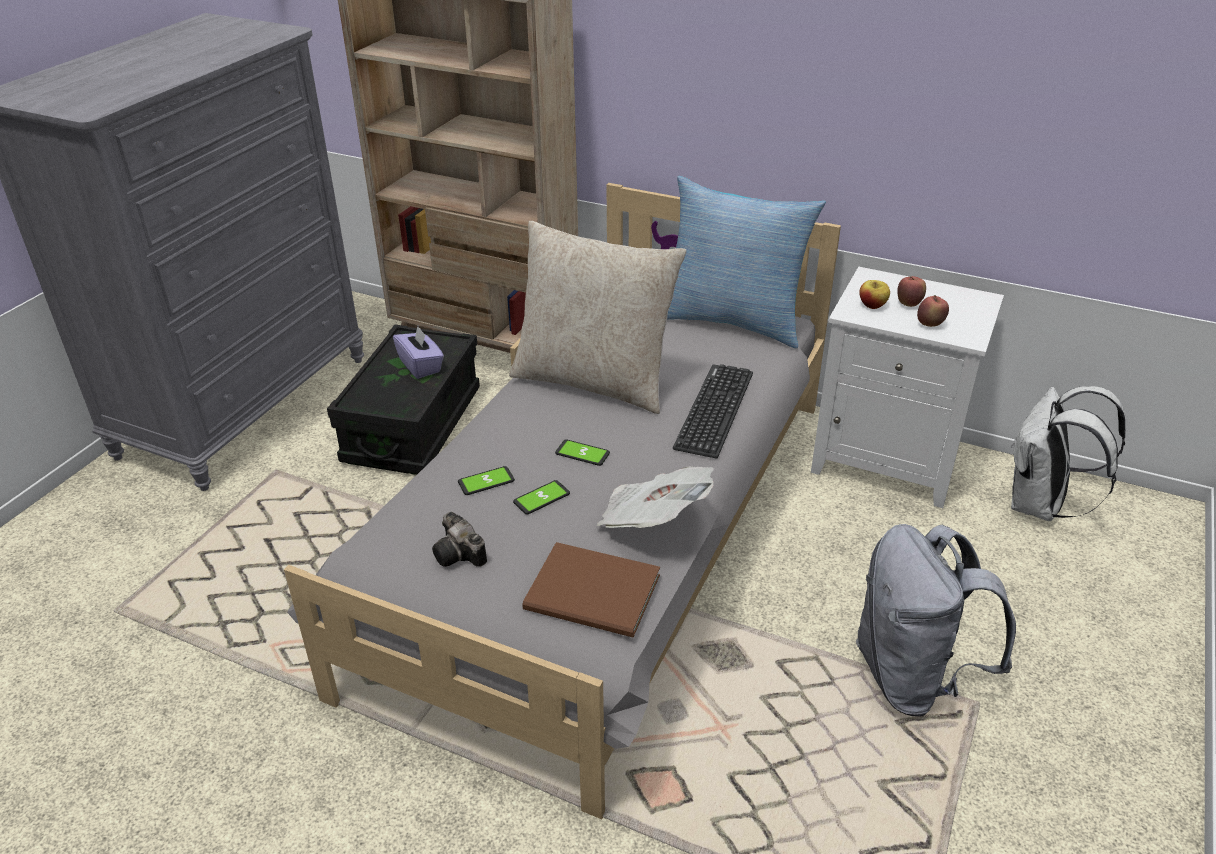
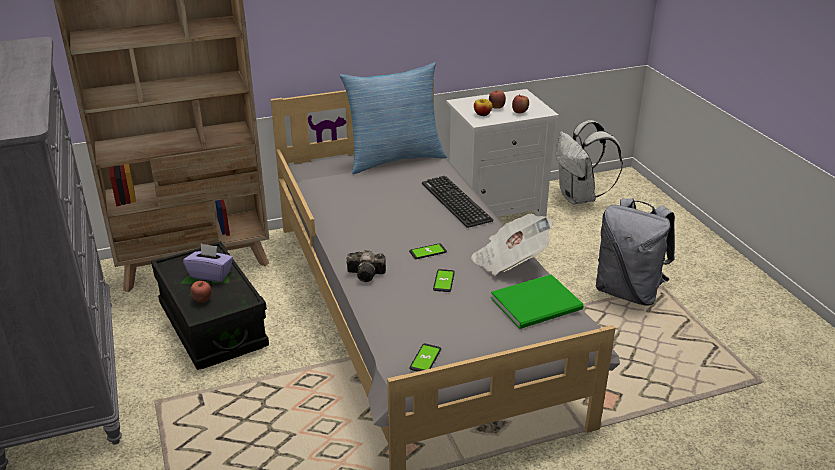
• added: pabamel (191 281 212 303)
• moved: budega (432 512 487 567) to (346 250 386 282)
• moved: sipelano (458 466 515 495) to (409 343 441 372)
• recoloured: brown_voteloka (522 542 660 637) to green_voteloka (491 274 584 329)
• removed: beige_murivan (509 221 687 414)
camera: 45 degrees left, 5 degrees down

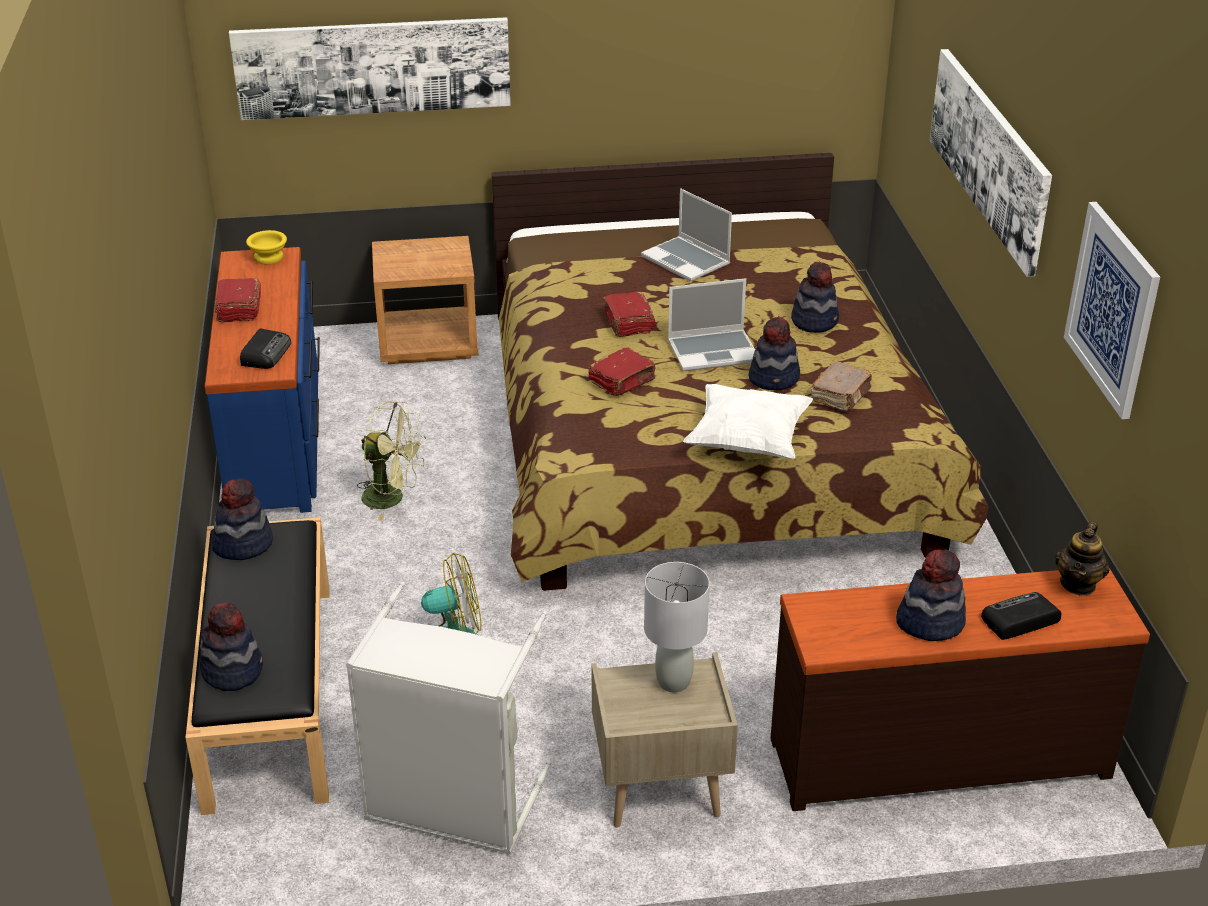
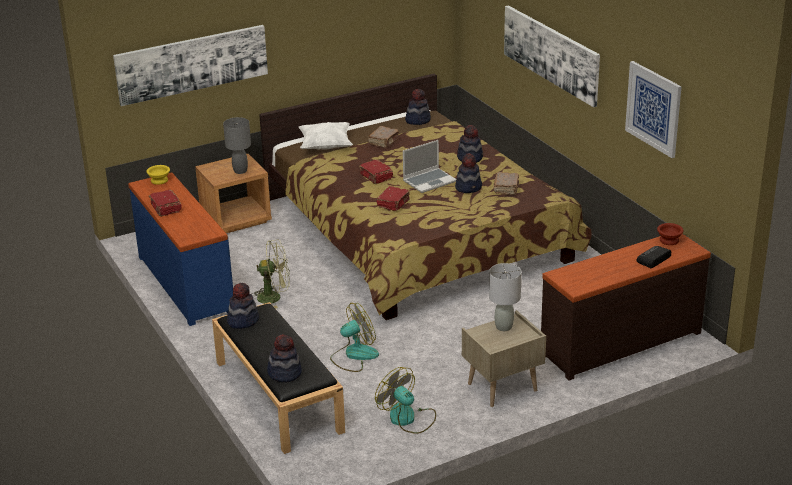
• added: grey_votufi (223 117 251 174)
• moved: white_murivan (683 384 813 460) to (299 122 353 150)
• replaced: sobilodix (641 188 732 281) to brown_voteloka (368 126 399 148)
• replaced: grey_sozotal (346 582 551 855) to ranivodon (375 367 436 434)
• moved: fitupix (896 549 966 641) to (405 89 431 125)
• replaced: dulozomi (1055 521 1109 596) to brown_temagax (657 223 684 245)
• removed: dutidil (240 328 291 369)
camera: 20 degrees left, 5 degrees down

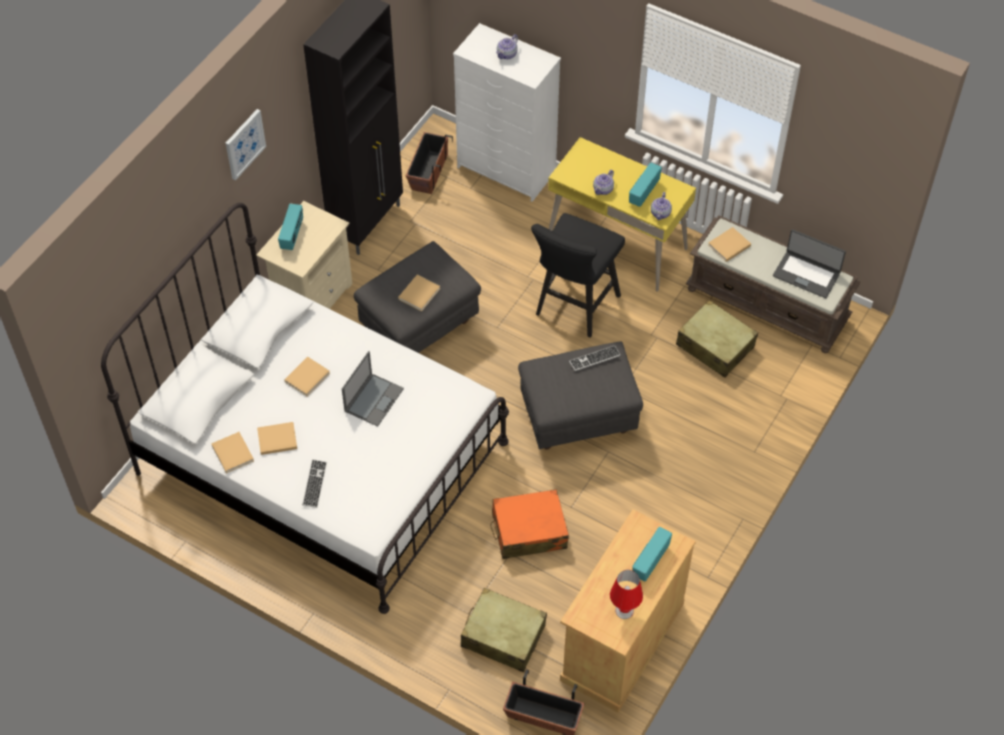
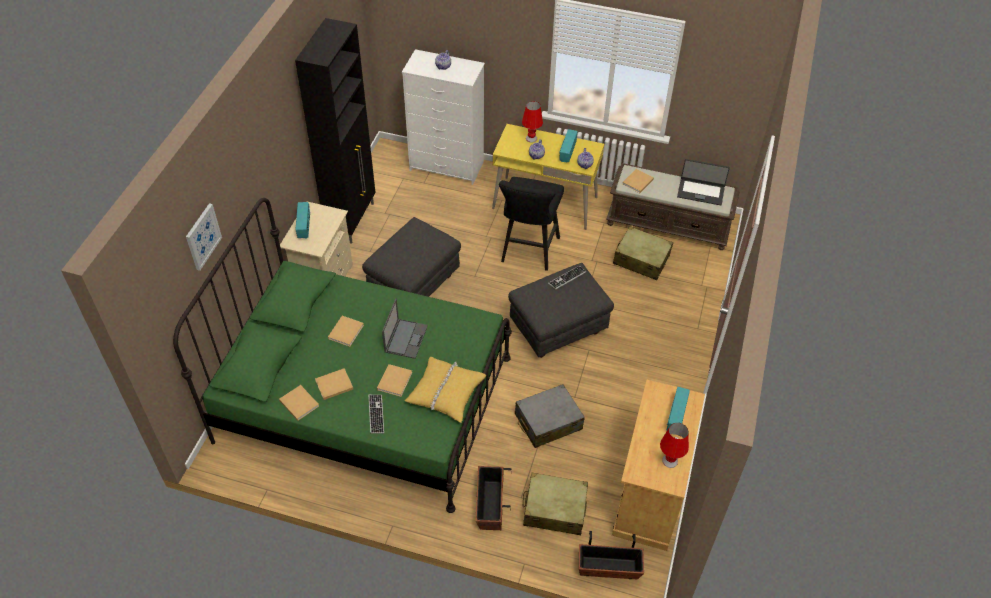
• recoloured: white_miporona (101 203 509 614) to green_miporona (173 198 512 513)
• moved: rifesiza (226 109 266 180) to (186 203 222 271)
• moved: beige_voteloka (398 275 440 311) to (377 364 412 397)
• added: yellow_murivan (404 357 486 423)
• moved: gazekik (406 132 453 194) to (475 466 511 530)
• recoloured: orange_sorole (490 489 569 559) to grey_sorole (515 384 585 448)
• added: red_votufi (522 101 543 143)
camera: 15 degrees left, 5 degrees down

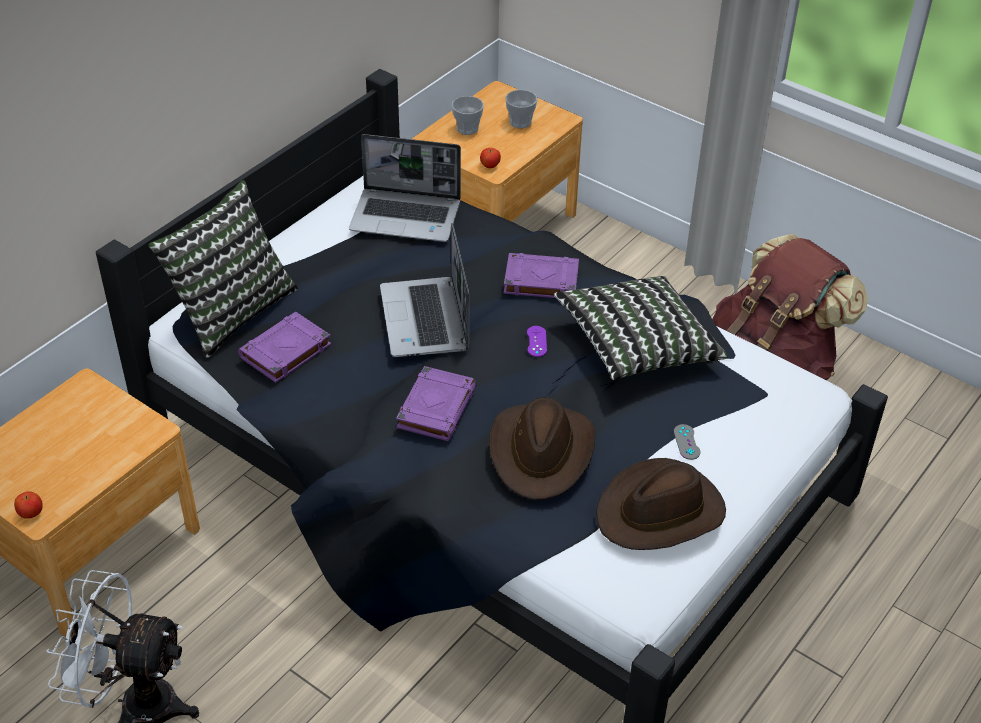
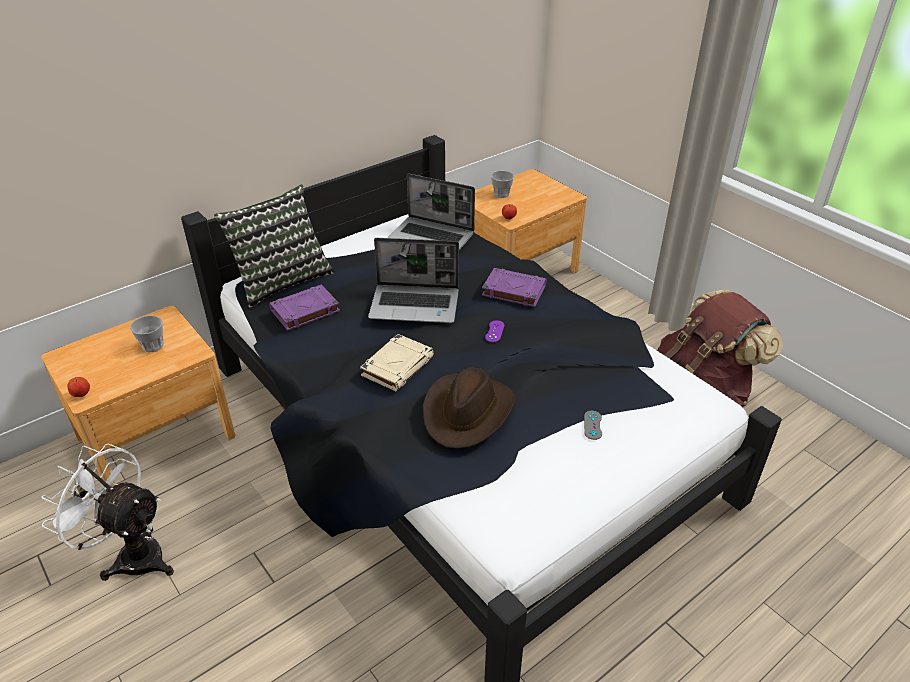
• moved: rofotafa (505 90 537 128) to (130 315 164 352)
• recoloured: purple_voteloka (396 366 477 441) to beige_voteloka (360 334 434 391)
• turned: sobilodix (380 223 469 357) = (368 238 459 323) 90 degrees counterclockwise
• removed: murivan (554 276 728 380)
• removed: brown_fitupix (596 458 726 550)
camera: 15 degrees right, 5 degrees down

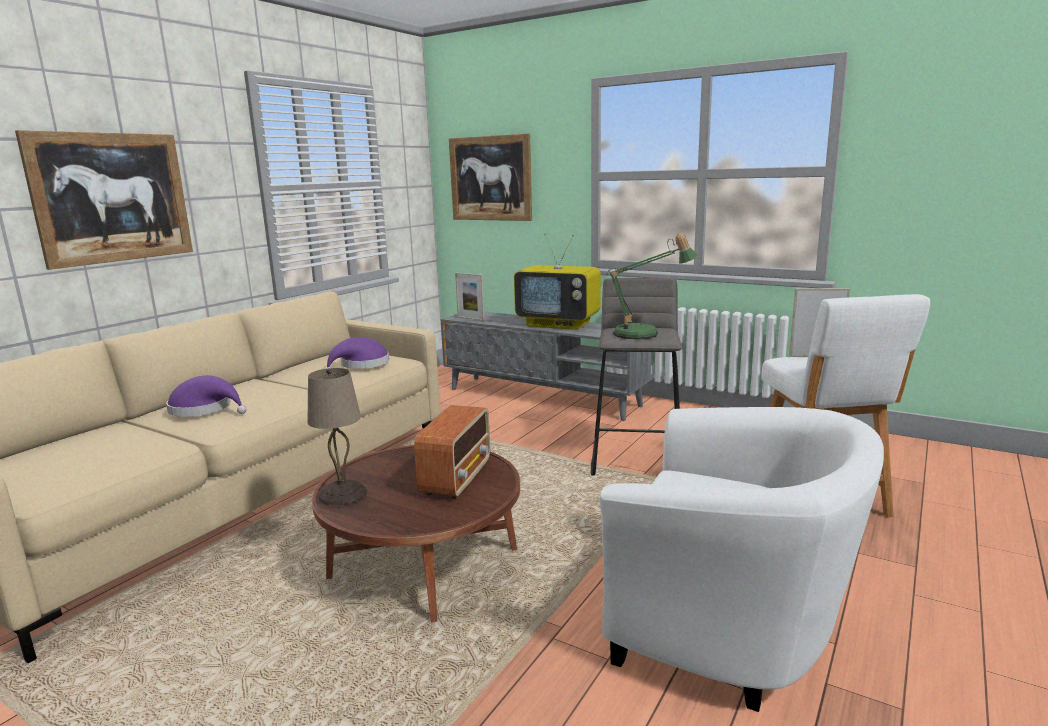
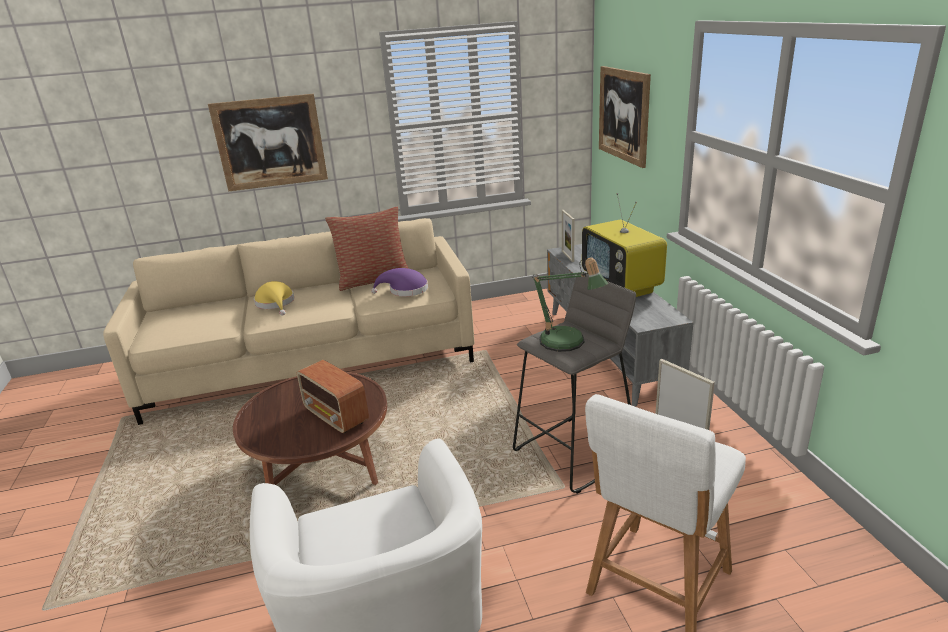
• recoloured: purple_fitupix (166 375 247 417) to yellow_fitupix (254 281 294 316)
• turned: dutidil (414 405 490 498) = (297 360 369 434) 75 degrees clockwise
• added: murivan (325 207 409 291)
• removed: beige_votufi (308 368 367 506)
camera: 45 degrees right, 10 degrees up

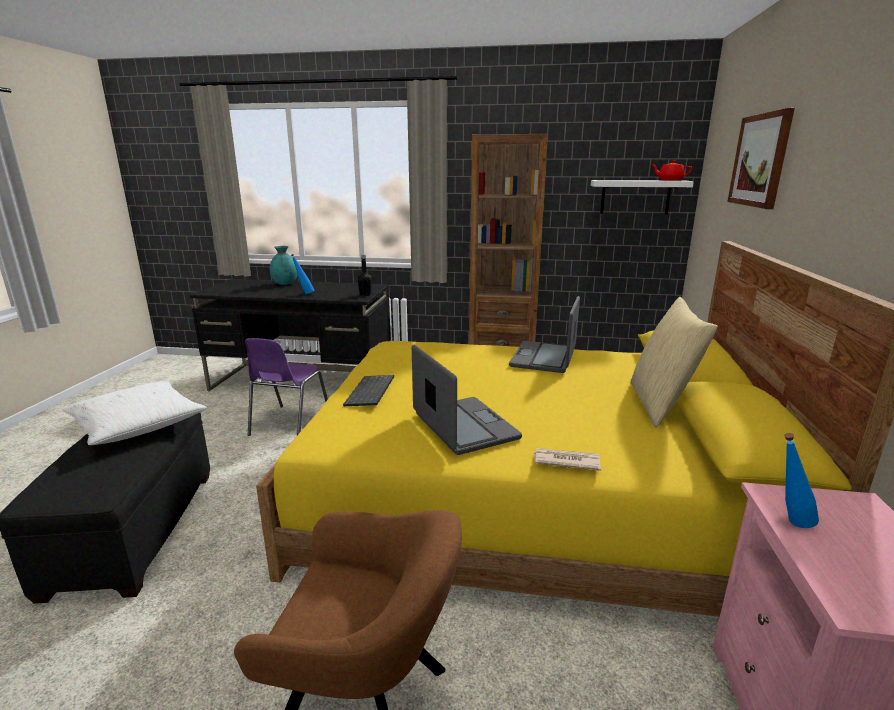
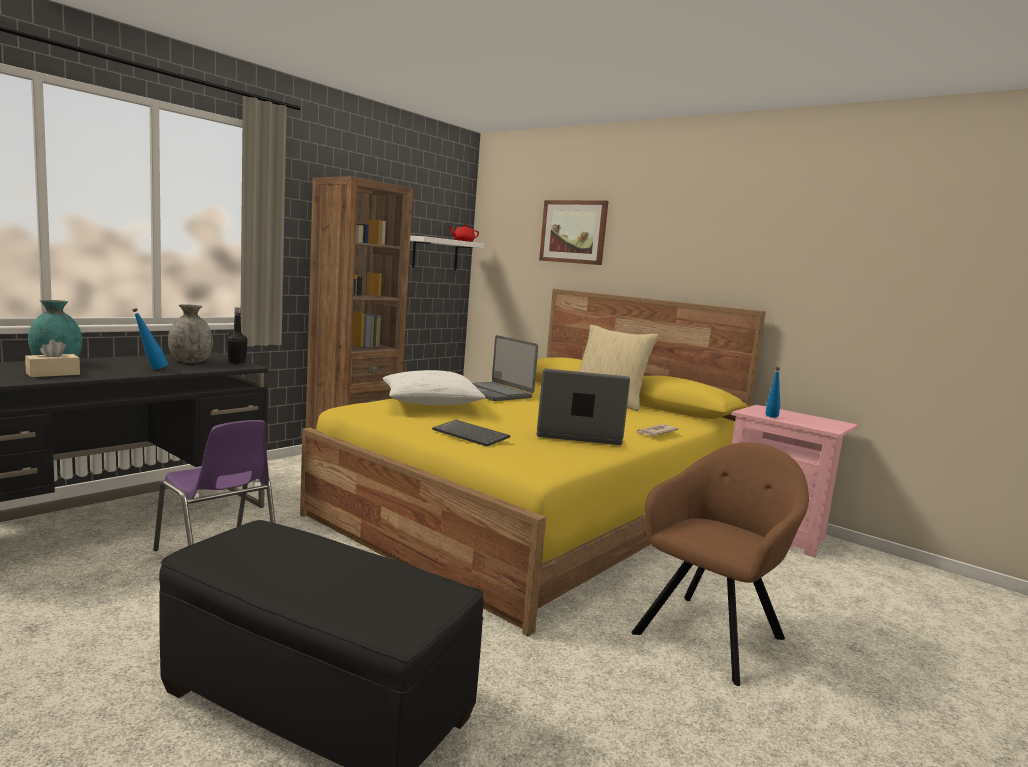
• added: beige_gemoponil (25 339 80 377)
• added: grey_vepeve (168 304 213 363)
• moved: white_murivan (63 381 207 445) to (383 370 486 405)
camera: 60 degrees left, 10 degrees down

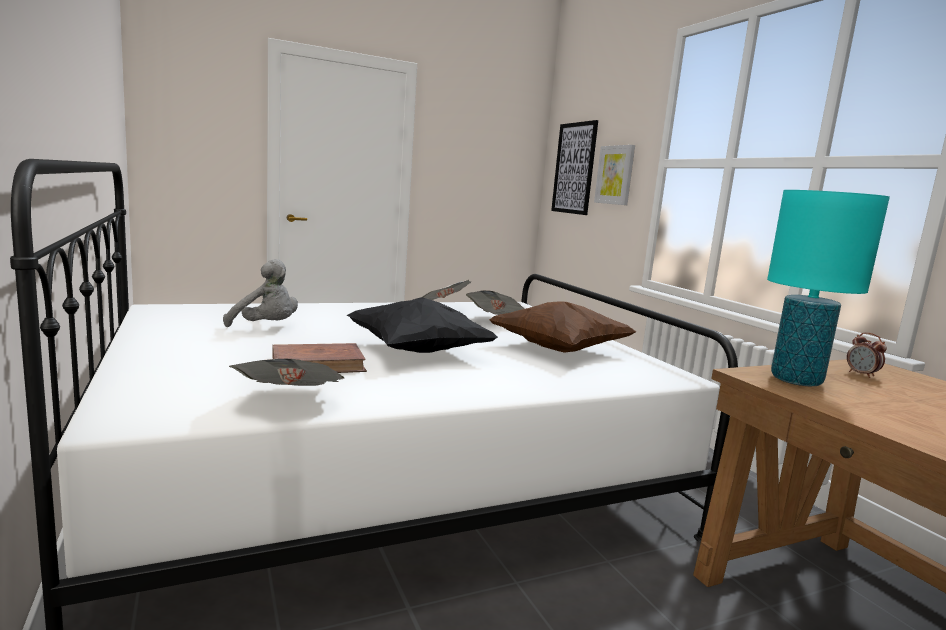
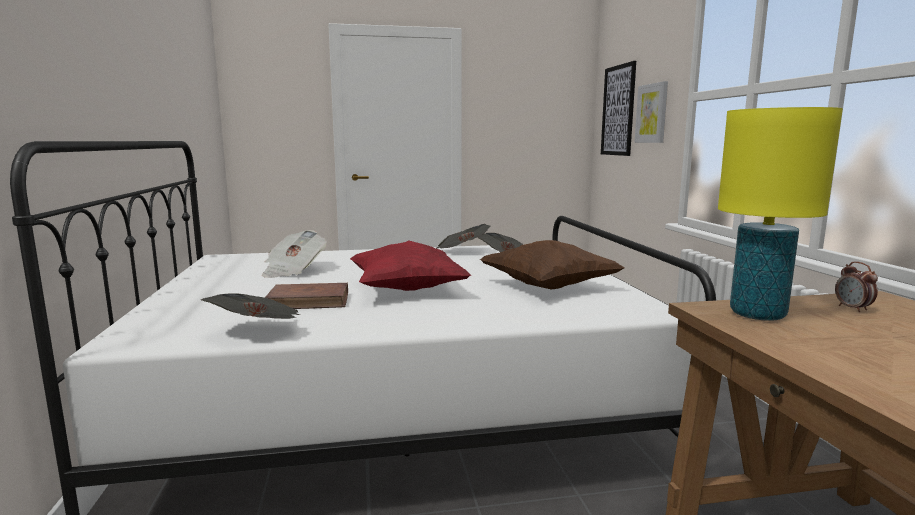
• replaced: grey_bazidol (223 259 298 327) to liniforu (262 230 327 278)
• recoloured: black_murivan (347 297 498 353) to red_murivan (350 240 471 291)
• recoloured: turquoise_votufi (767 190 890 386) to yellow_votufi (718 107 843 321)
camera: 15 degrees right, 0 degrees up

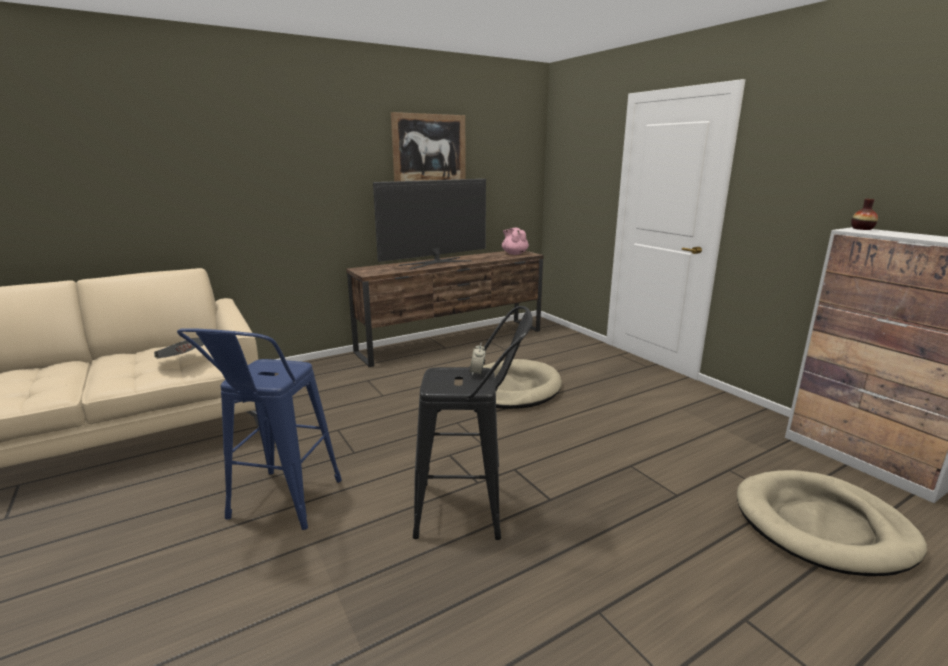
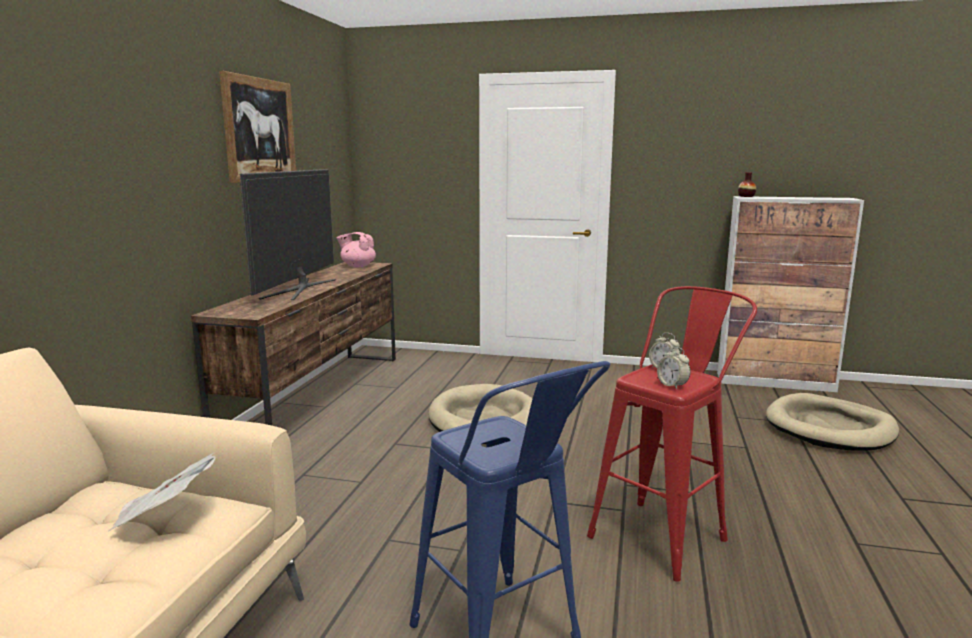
• recoloured: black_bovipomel (413 306 533 540) to red_bovipomel (587 286 757 582)
• added: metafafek (657 347 690 389)
camera: 45 degrees left, 5 degrees down

